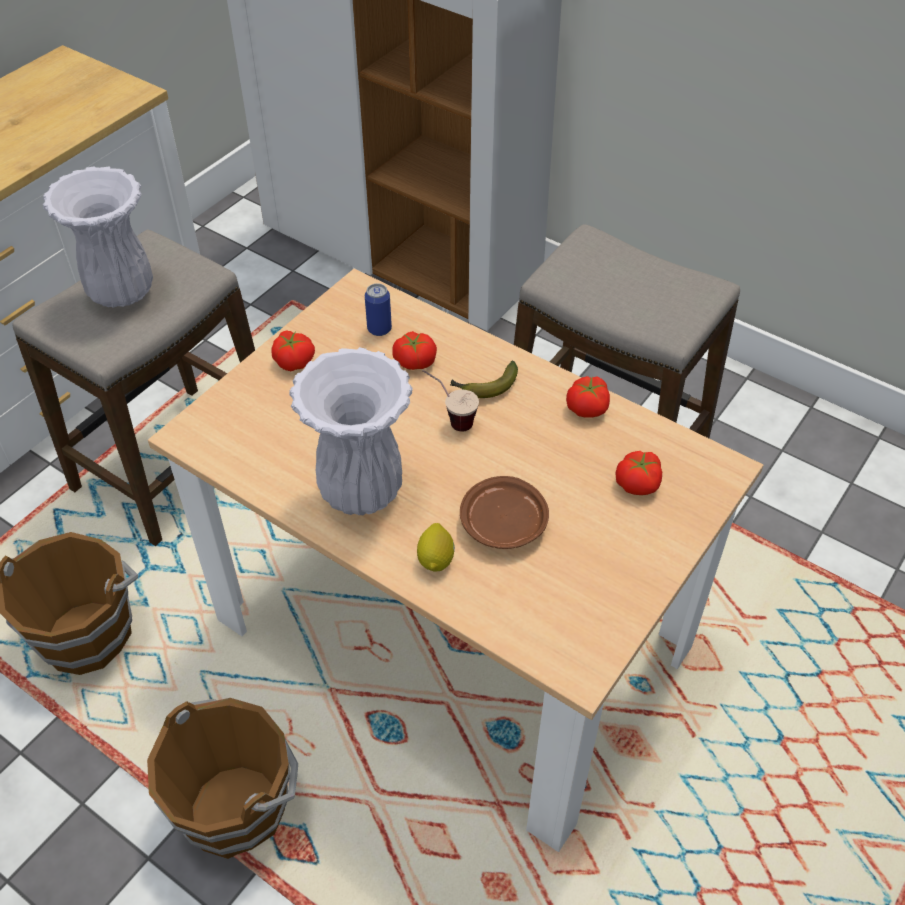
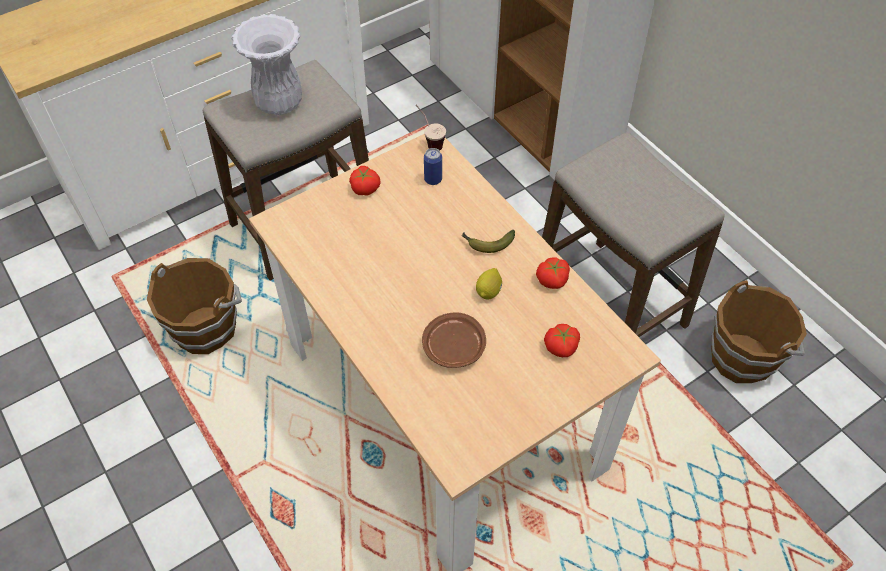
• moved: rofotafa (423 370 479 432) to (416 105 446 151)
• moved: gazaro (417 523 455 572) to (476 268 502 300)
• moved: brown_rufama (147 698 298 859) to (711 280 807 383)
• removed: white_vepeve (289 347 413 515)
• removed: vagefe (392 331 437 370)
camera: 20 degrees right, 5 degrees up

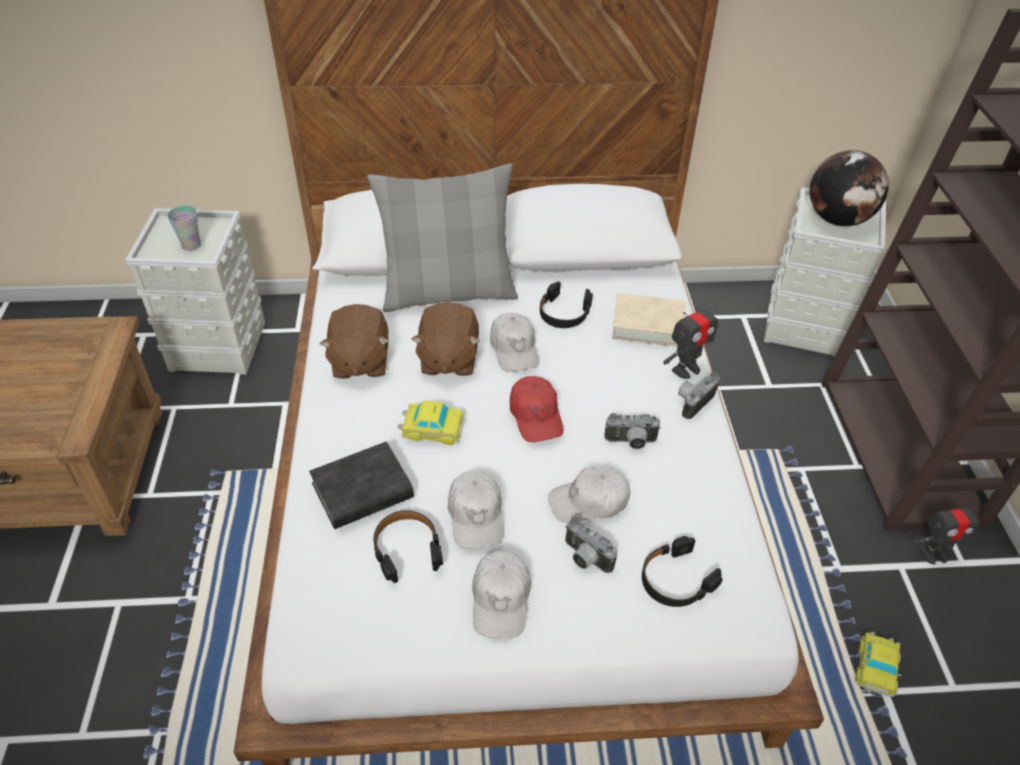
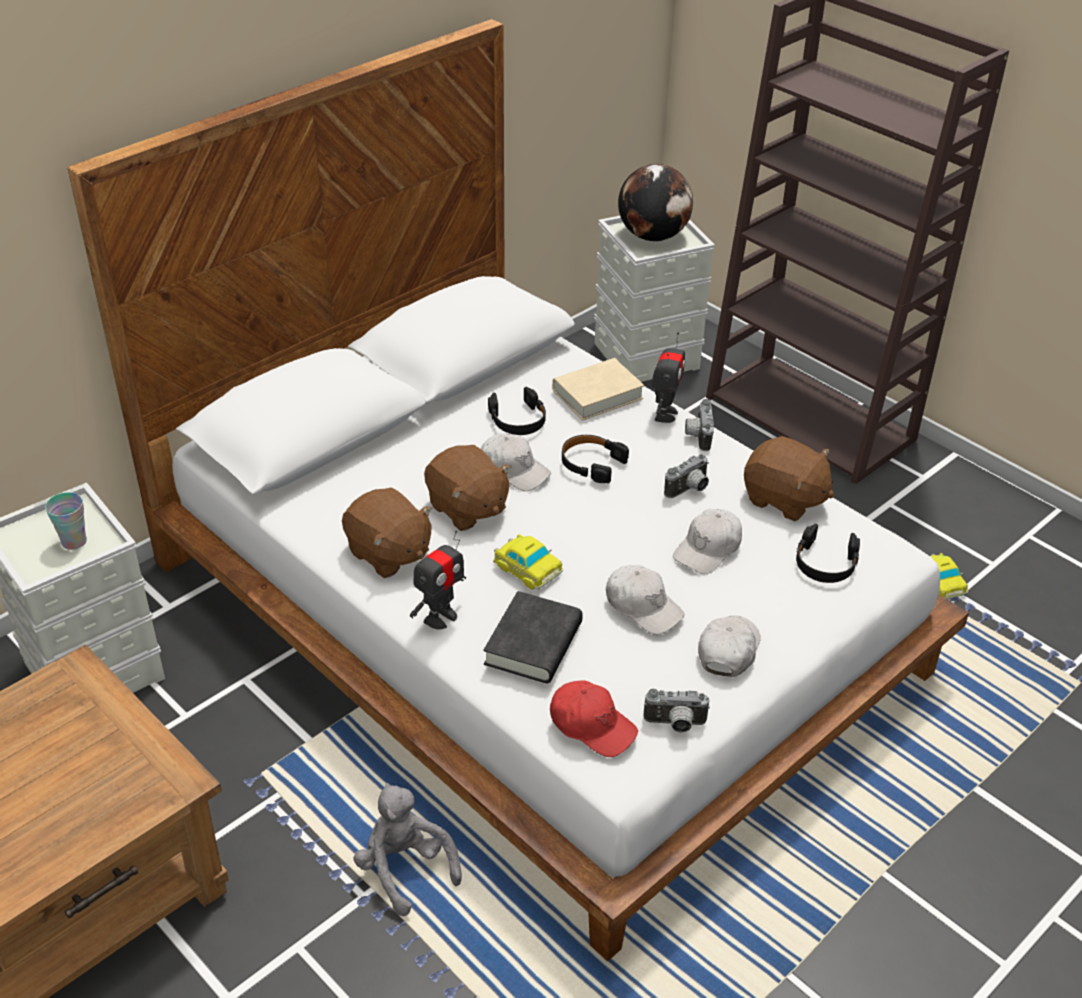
• added: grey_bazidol (353 783 462 916)
• moved: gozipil (912 504 986 565) to (410 530 466 630)
• turned: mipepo (398 401 464 445) = (493 534 563 590) 75 degrees clockwise
• moved: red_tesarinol (510 376 564 442) to (550 680 638 757)
• moved: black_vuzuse (374 510 443 583) to (562 435 629 483)
• moved: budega (565 517 618 573) to (643 689 710 733)
• turned: white_tesarinol (472 551 531 638) = (698 615 761 677) 120 degrees counterclockwise
• added: brown_bazidol (744 436 834 521)
• removed: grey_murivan (367 163 518 312)
camera: 40 degrees left, 5 degrees down

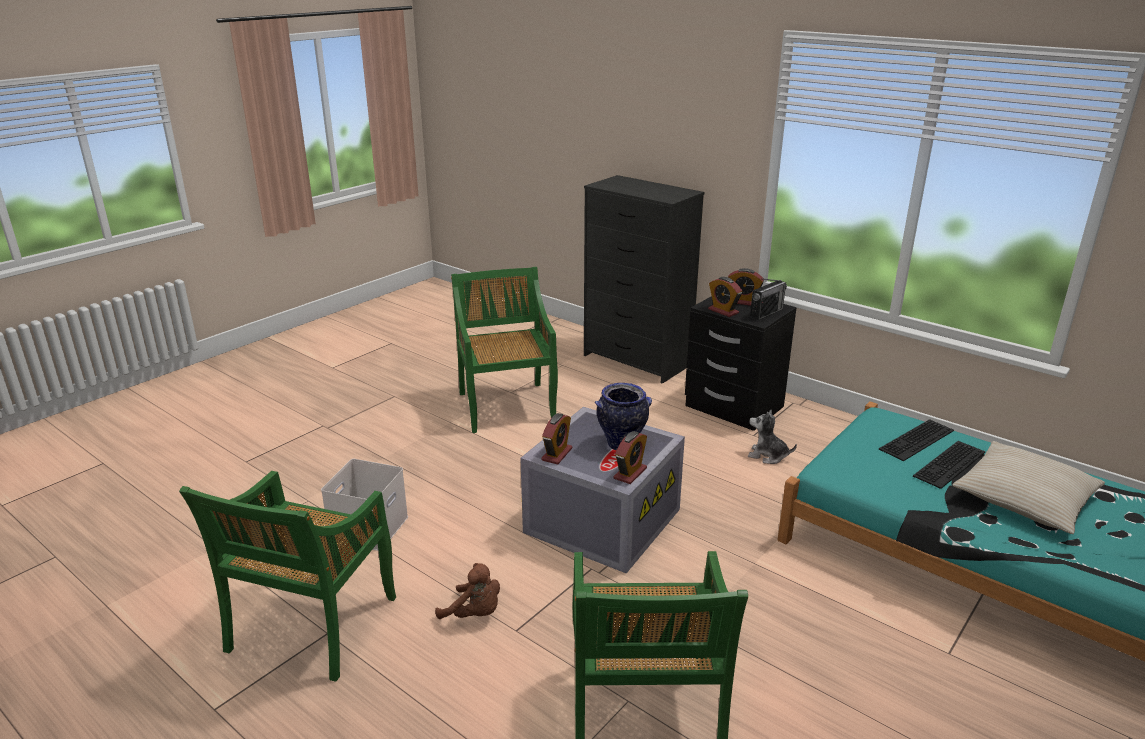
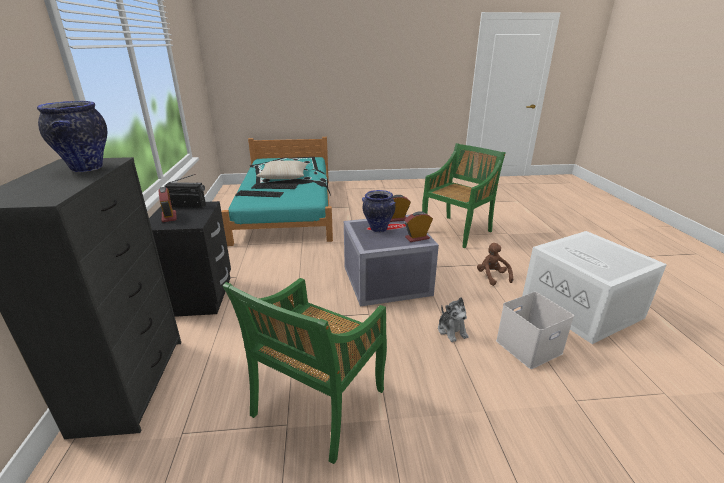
• added: vepeve (37 101 107 172)
• moved: bazidol (748 410 797 464) to (438 297 468 342)
• replaced: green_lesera (179 471 396 682) to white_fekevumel (522 231 667 344)
• removed: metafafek (708 277 742 317)
camera: 135 degrees left, 0 degrees up

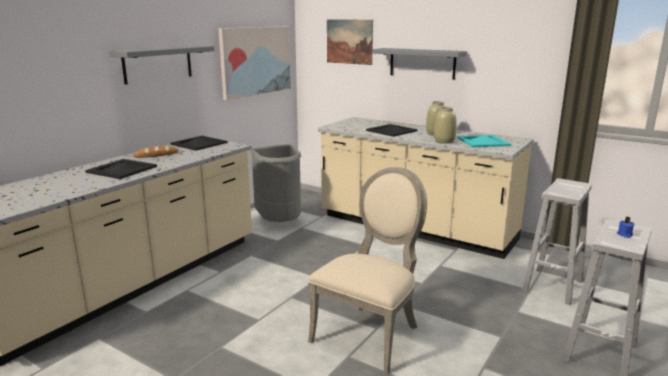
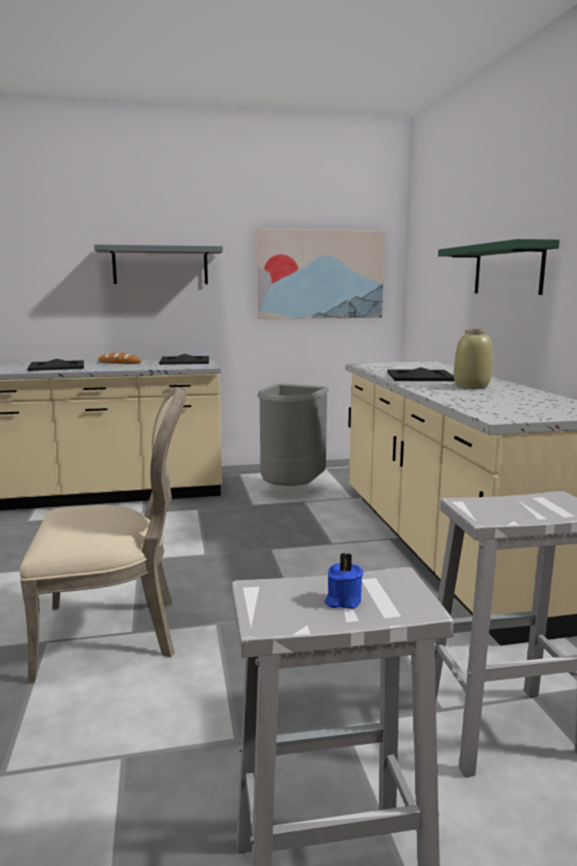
• recoloured: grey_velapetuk (372 48 467 80) to green_velapetuk (438 239 560 295)
• removed: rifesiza (327 19 373 65)
• removed: beige_vepeve (434 107 457 143)
• removed: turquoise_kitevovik (457 135 511 147)
camera: 45 degrees right, 5 degrees down

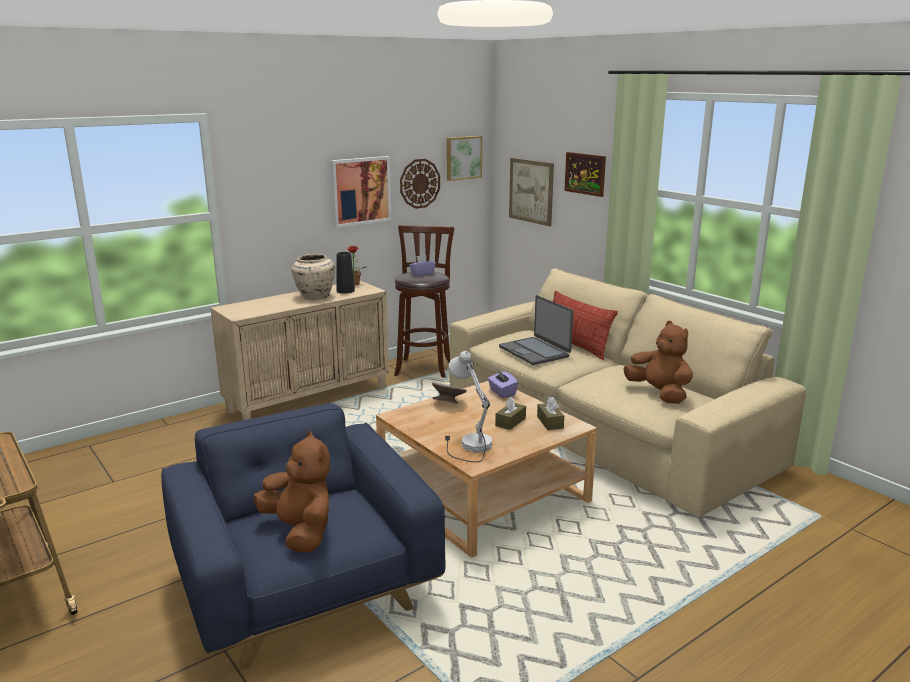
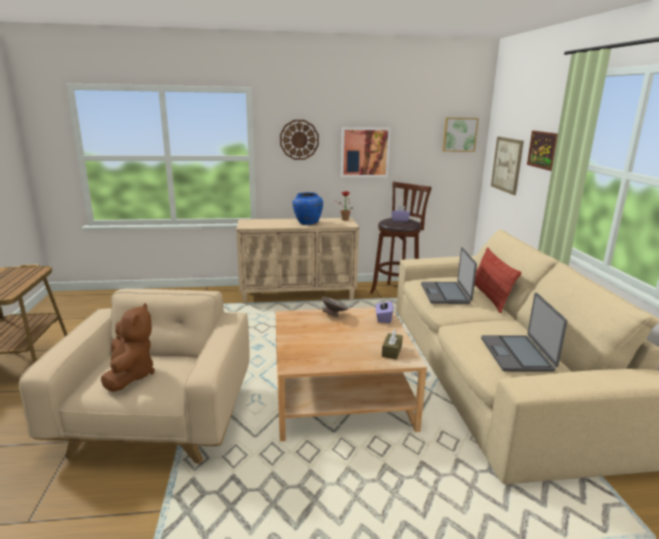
• recoloured: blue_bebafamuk (161 403 445 670) to beige_bebafamuk (19 289 250 463)
• moved: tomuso (400 159 440 209) to (280 120 319 160)
• recoloured: beige_vepeve (292 254 335 300) to blue_vepeve (292 192 323 225)
• replaced: brown_bazidol (624 321 693 404) to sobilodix (481 292 567 372)
• removed: black_vepeve (336 252 355 293)
• removed: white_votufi (445 351 492 462)
• removed: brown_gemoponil (495 396 526 430)
camera: 30 degrees right, 0 degrees up

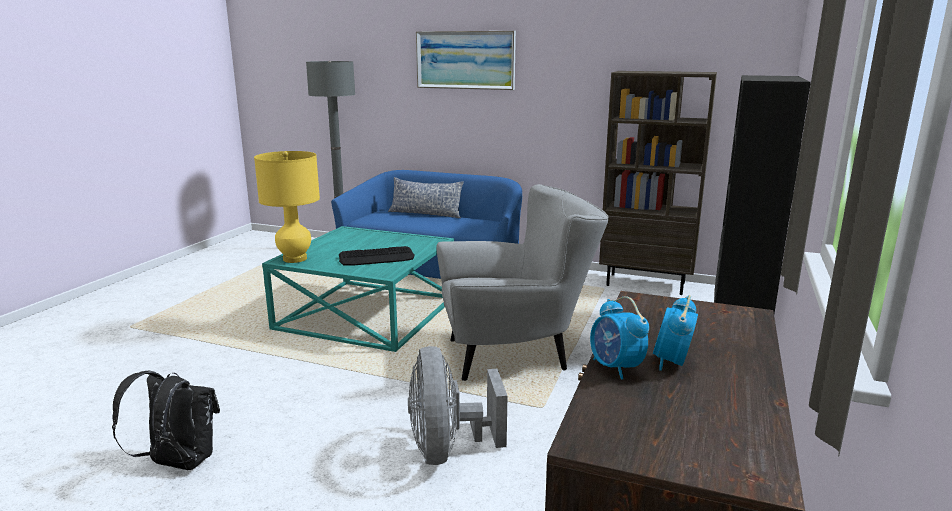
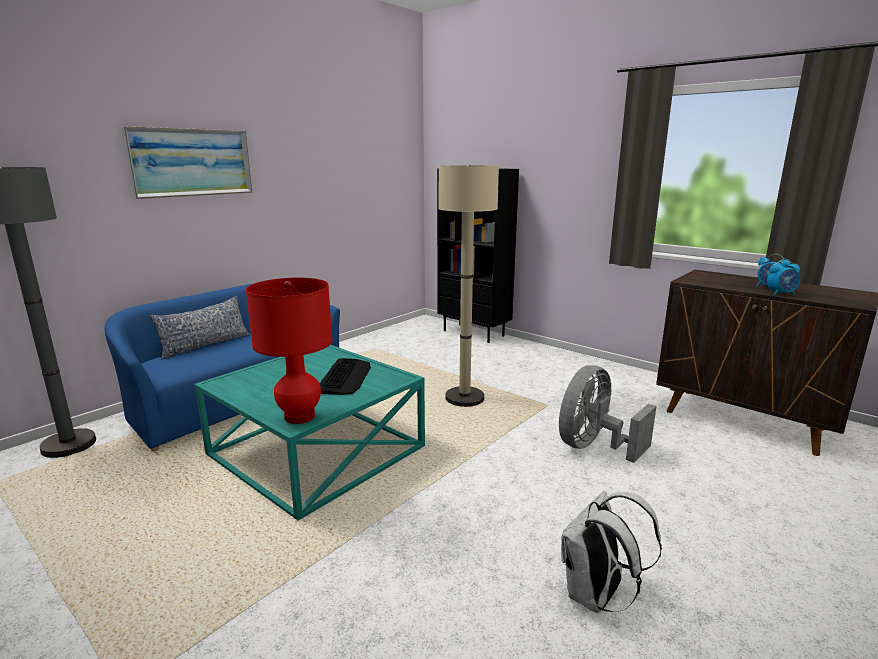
• recoloured: yellow_votufi (254 151 320 263) to red_votufi (246 278 333 424)
• replaced: grey_bebafamuk (436 184 609 381) to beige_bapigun (438 165 499 407)
• turned: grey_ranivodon (408 346 507 465) = (559 365 657 463) 120 degrees clockwise
• recoloured: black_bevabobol (112 371 220 470) to white_bevabobol (561 491 662 613)
• removed: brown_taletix (599 71 717 295)
camera: 70 degrees left, 0 degrees up

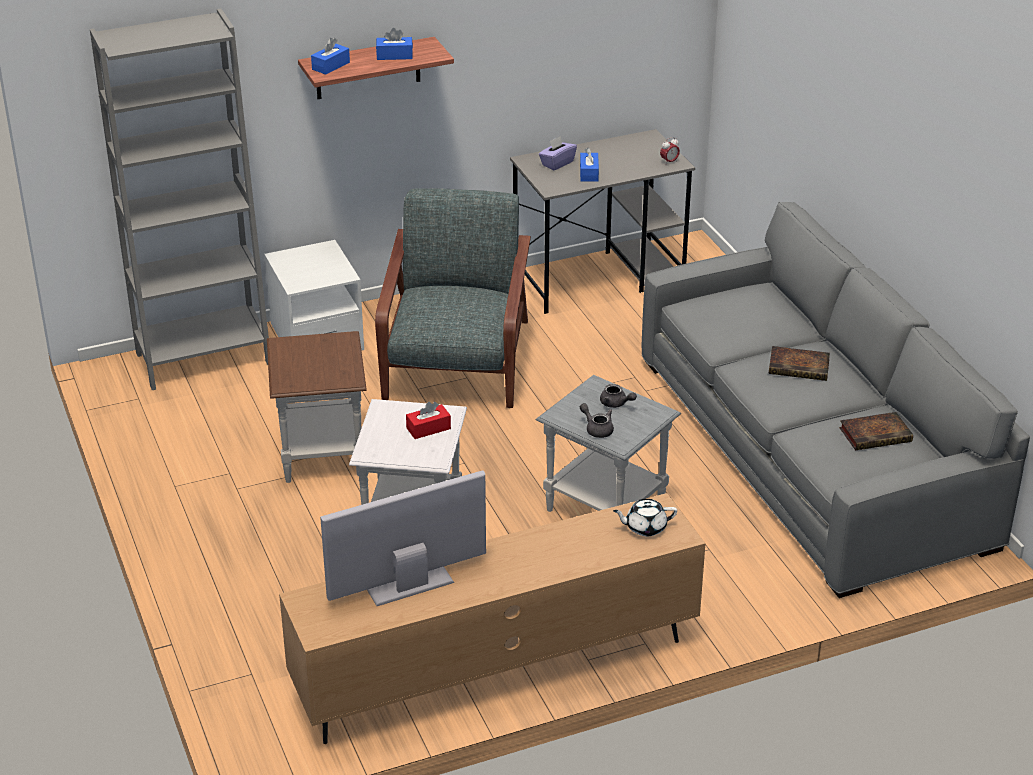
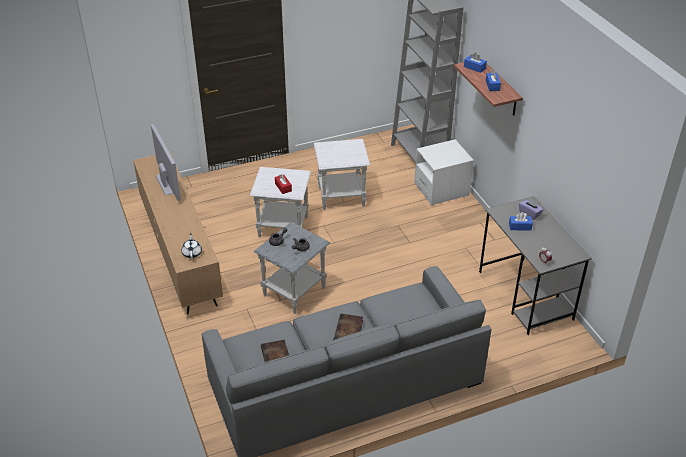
• recoloured: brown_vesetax (267 331 367 483) to white_vesetax (314 139 370 210)
• removed: grey_bebafamuk (375 188 531 408)
camera: 90 degrees right, 5 degrees up

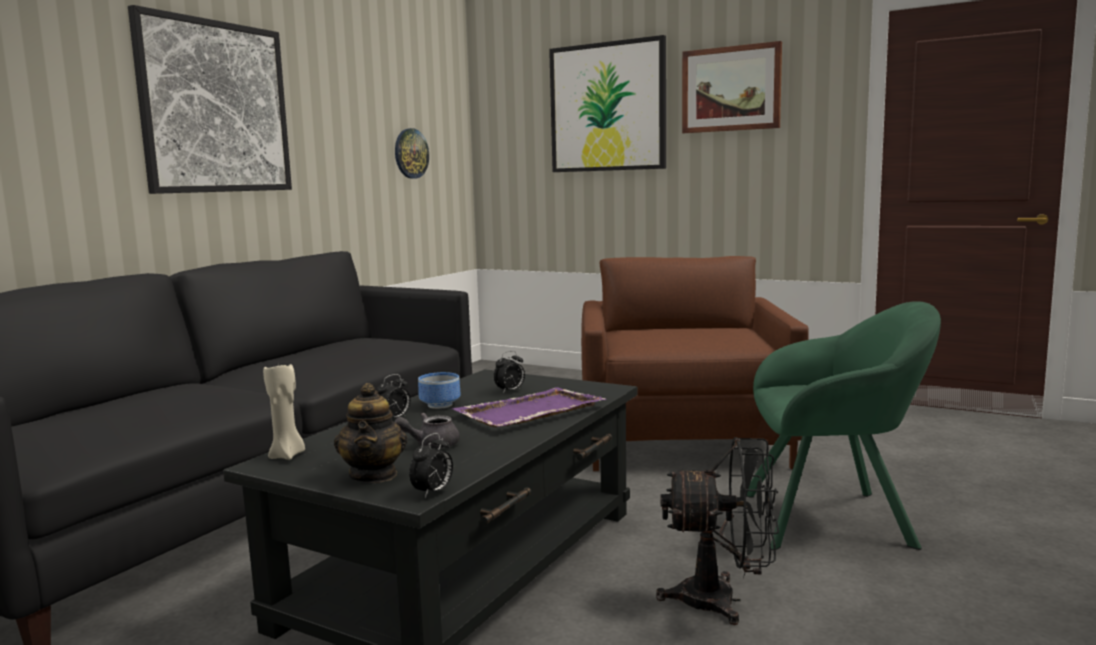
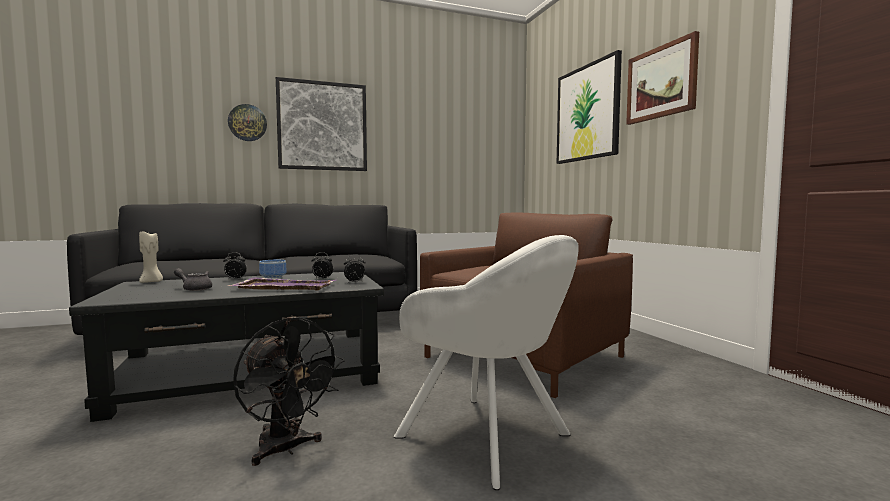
• moved: tomuso (395 128 429 179) to (228 104 267 141)
• moved: metafafek (409 433 453 498) to (344 255 365 283)
• recoloured: green_bebafamuk (747 301 941 550) to white_bebafamuk (394 235 579 490)
• removed: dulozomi (334 383 407 483)
camera: 40 degrees right, 5 degrees down

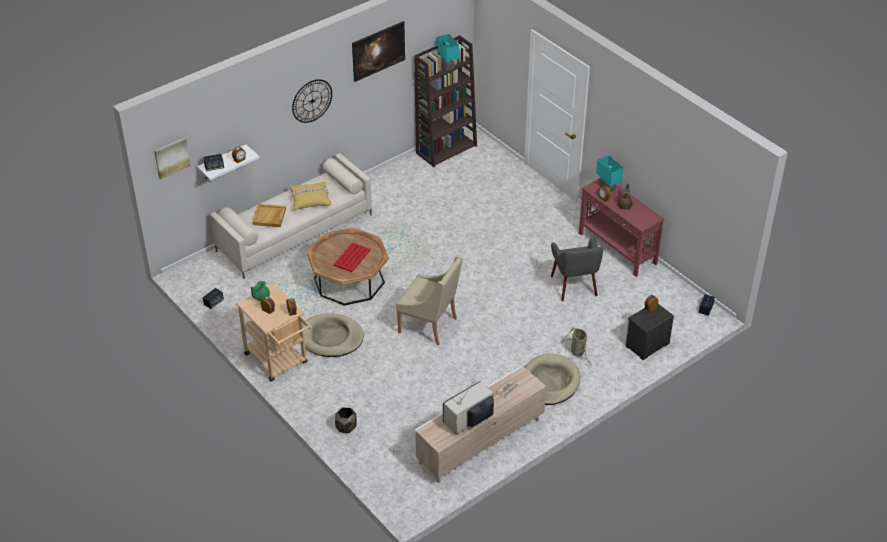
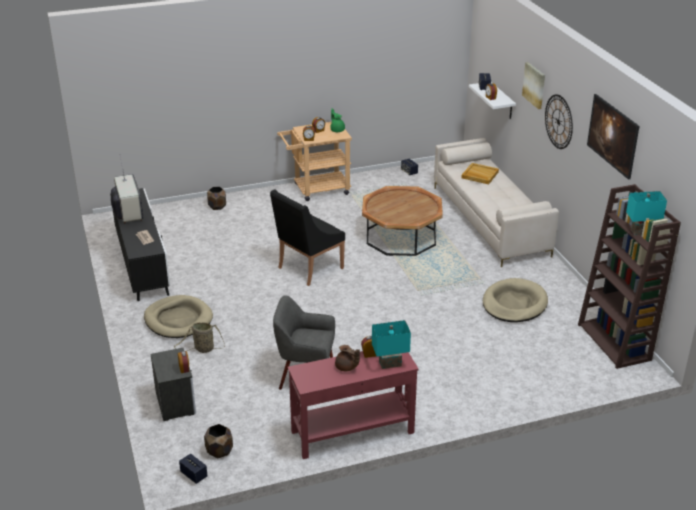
• recoloured: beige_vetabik (415 366 546 483) to black_vetabik (110 188 170 301)
• added: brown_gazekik (204 424 233 458)
• recoloured: beige_bebafamuk (396 255 463 345) to black_bebafamuk (270 189 345 286)
• moved: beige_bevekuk (303 314 364 357) to (483 278 548 322)
• moved: rifesiza (154 137 190 179) to (522 62 545 109)
• removed: yellow_murivan (289 182 331 210)
• removed: red_kitevovik (333 242 370 272)
camera: 110 degrees right, 10 degrees down

